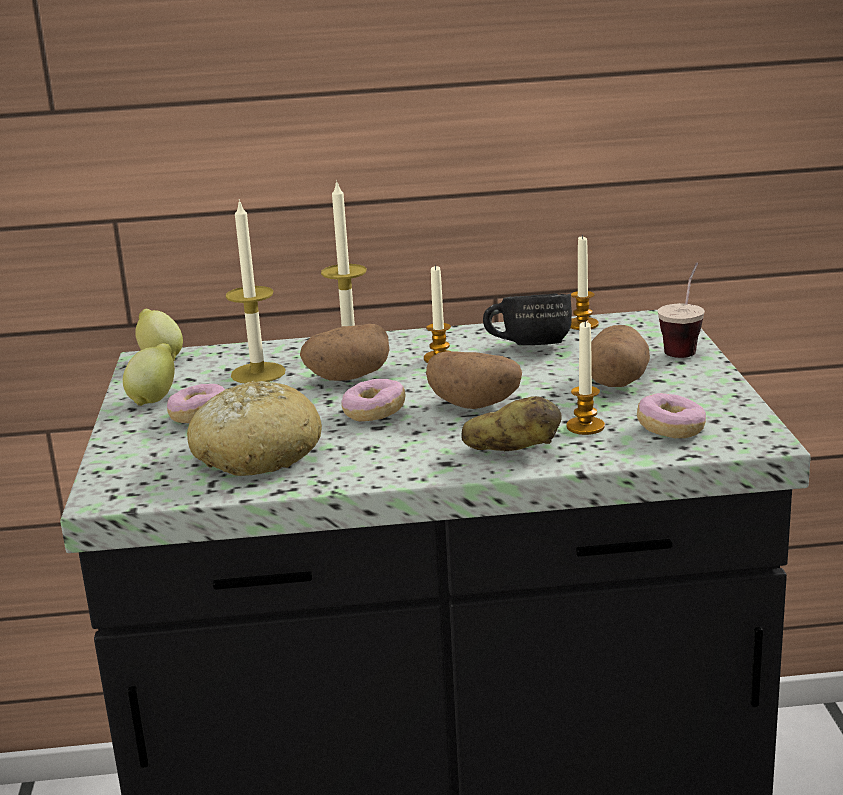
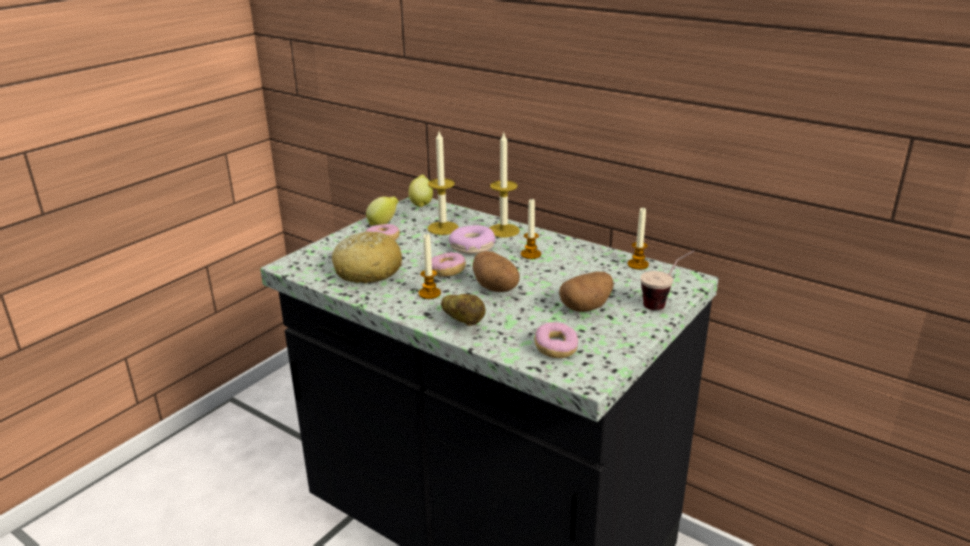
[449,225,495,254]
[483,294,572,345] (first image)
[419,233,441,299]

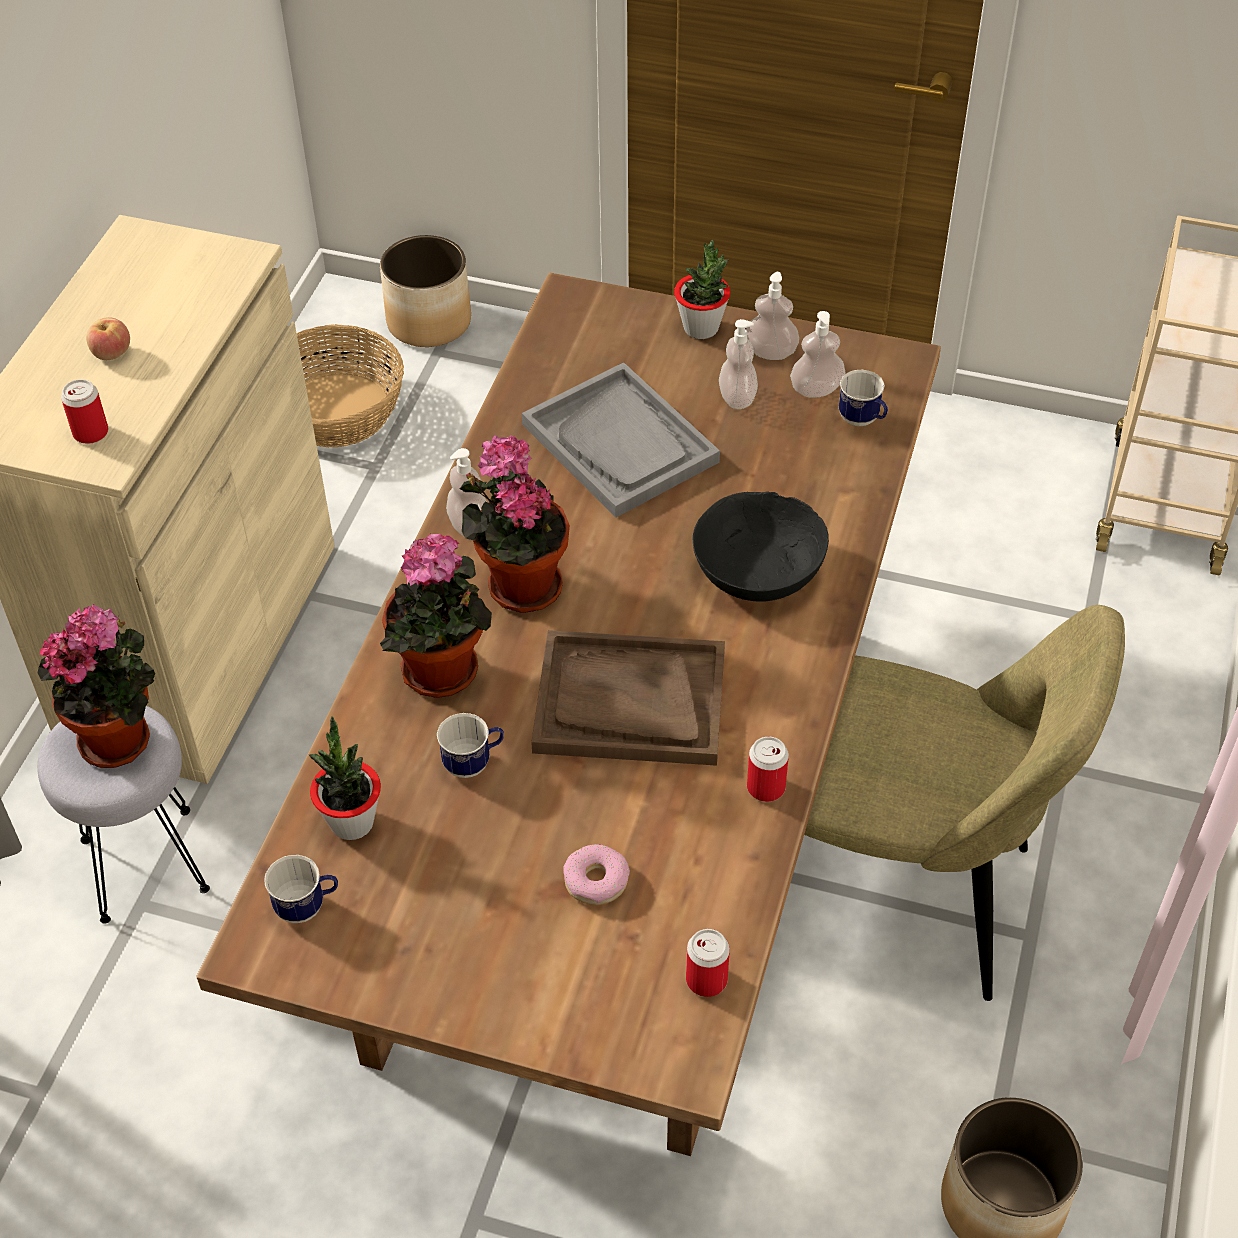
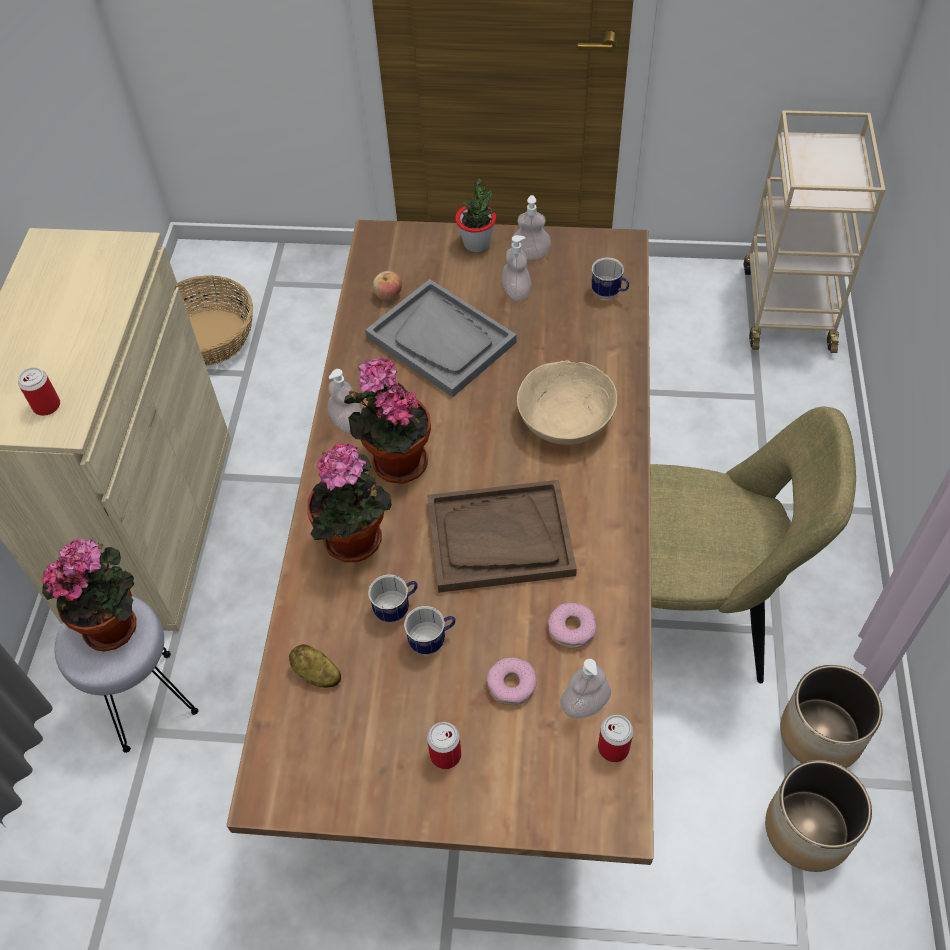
[373,271,402,301]
[404,606,456,655]
[289,644,341,688]
[780,665,883,768]
[517,360,617,445]
[427,722,461,769]
[560,659,611,718]
[548,602,596,649]

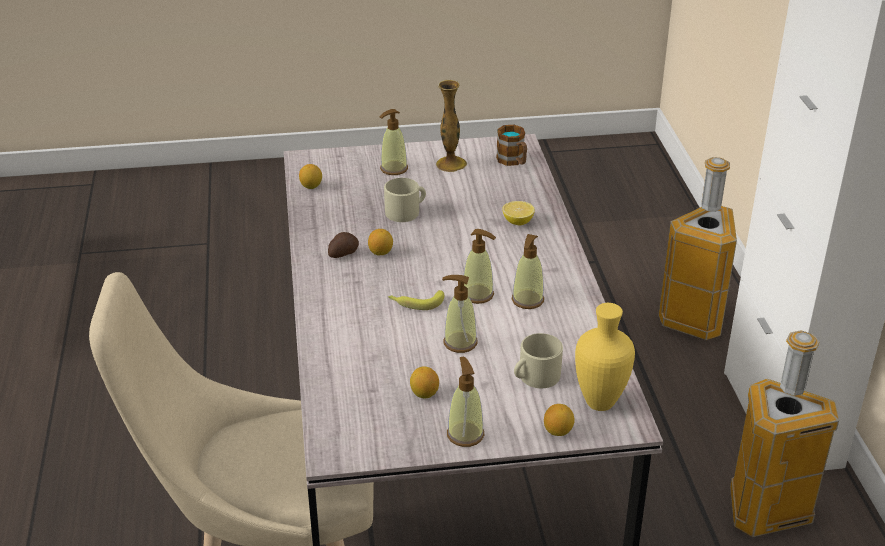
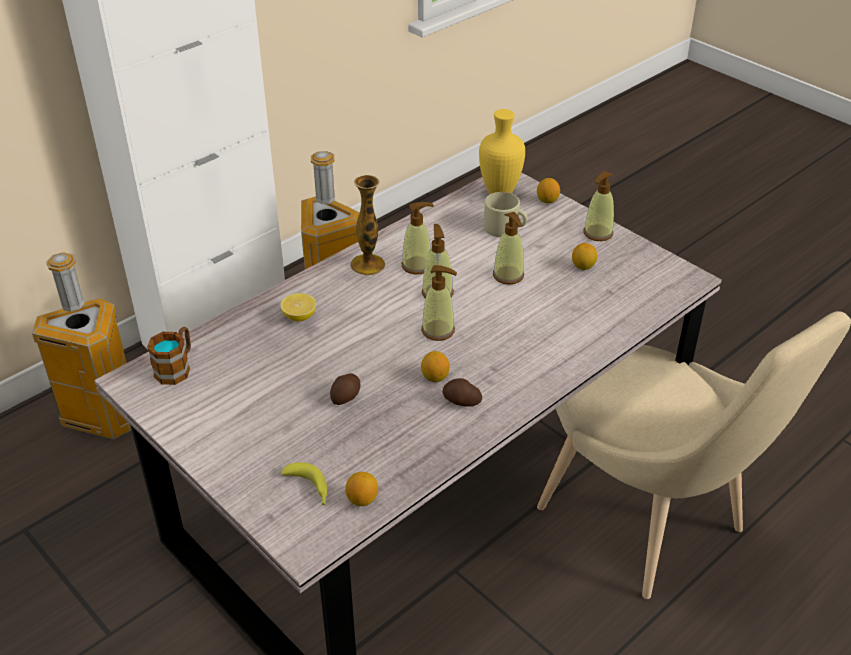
[421,265,457,341]
[330,373,360,405]
[281,462,328,505]
[350,175,385,275]

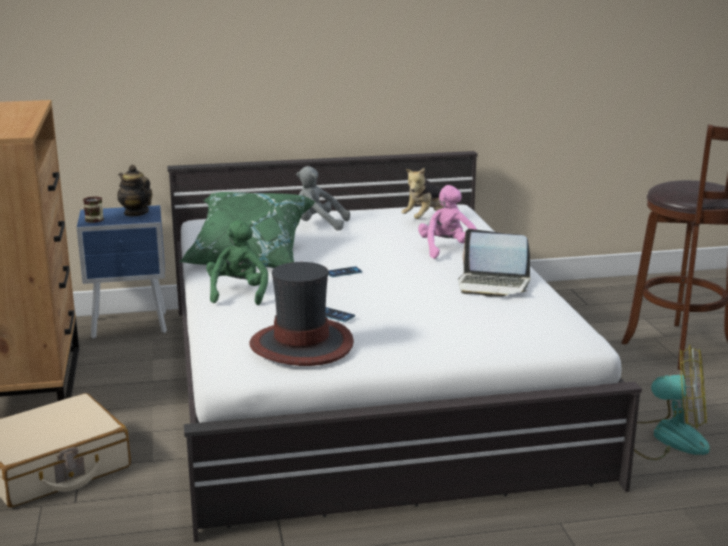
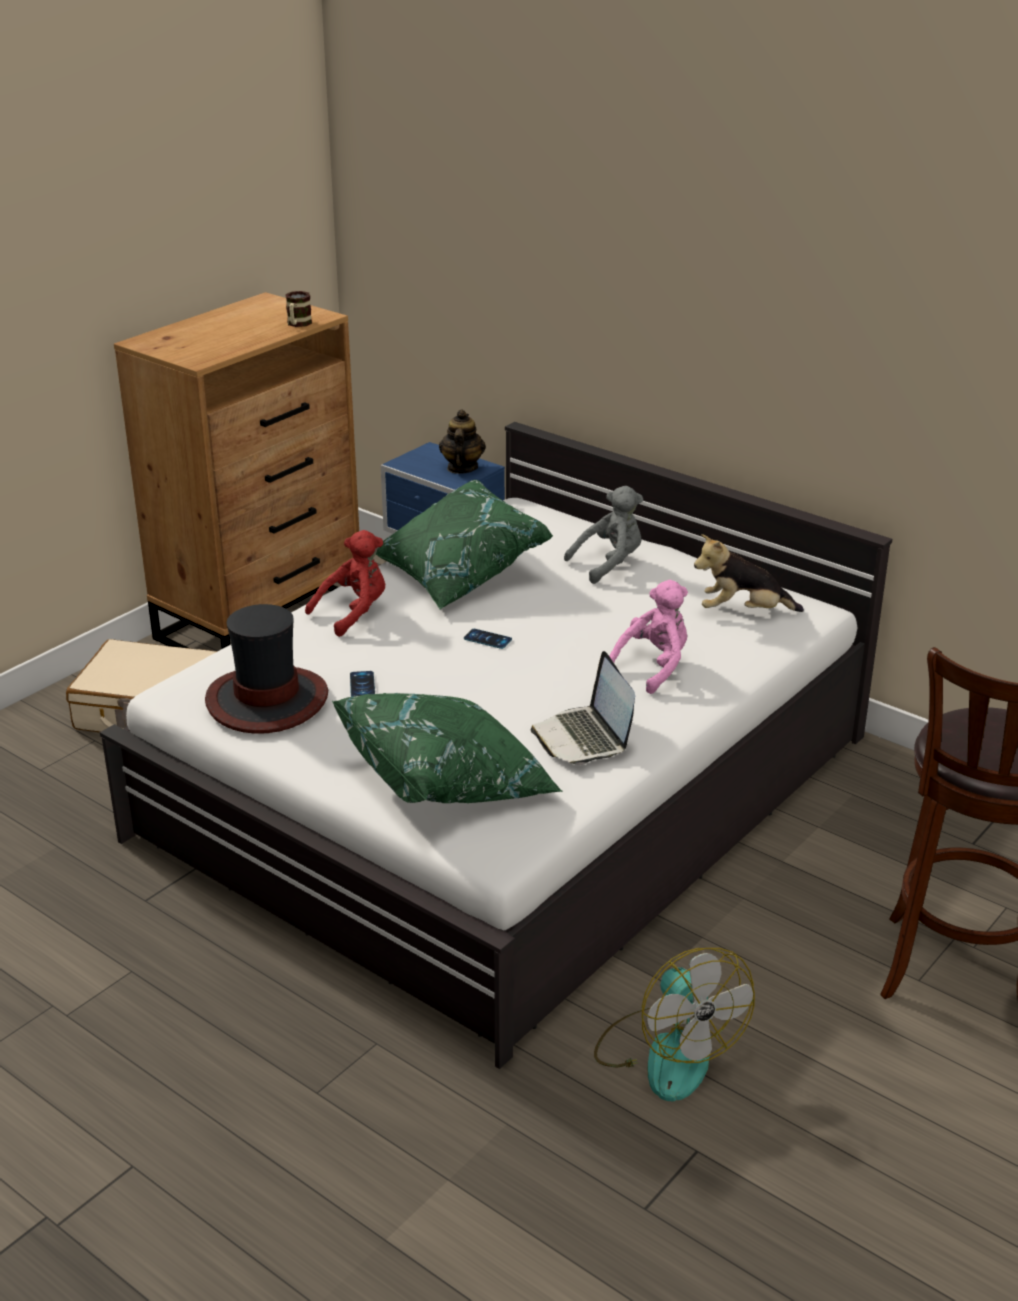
[285,291,312,327]
[305,530,385,637]
[564,486,643,584]
[332,693,563,803]

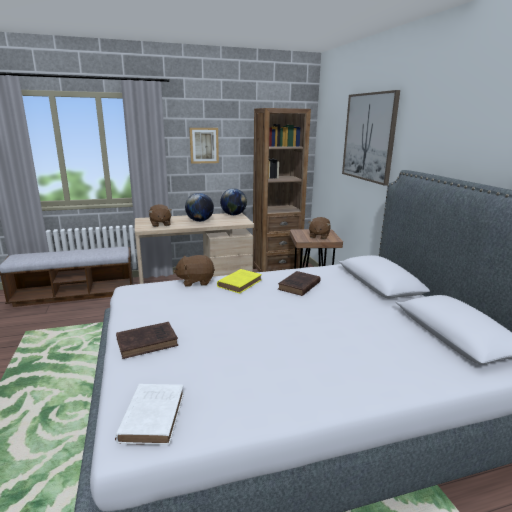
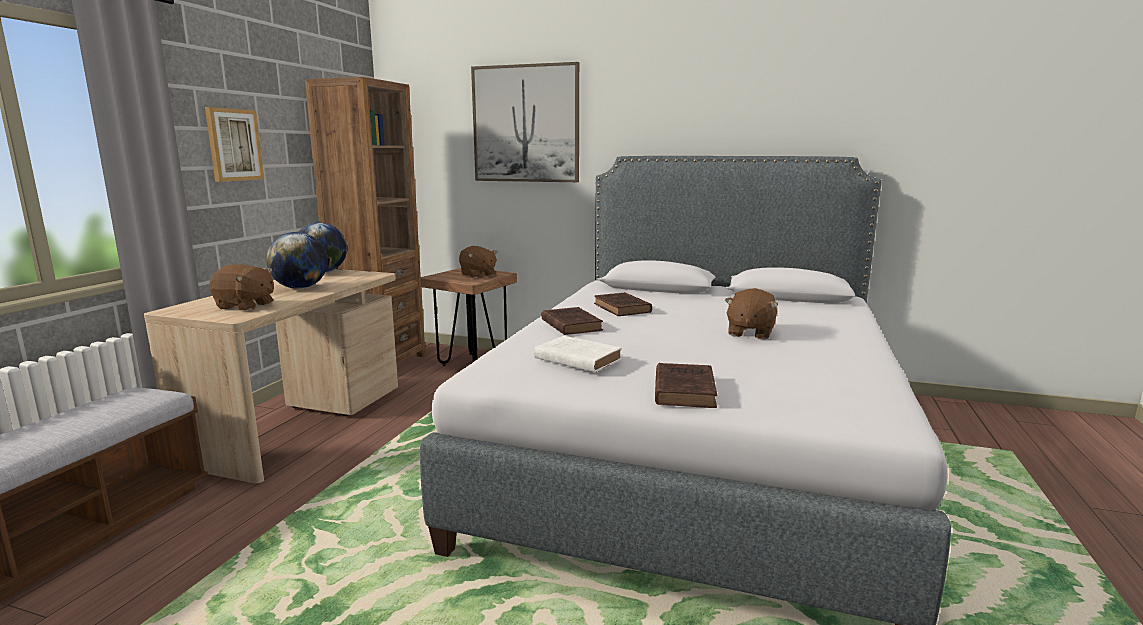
[534,336,622,372]
[725,288,778,340]
[541,307,603,335]

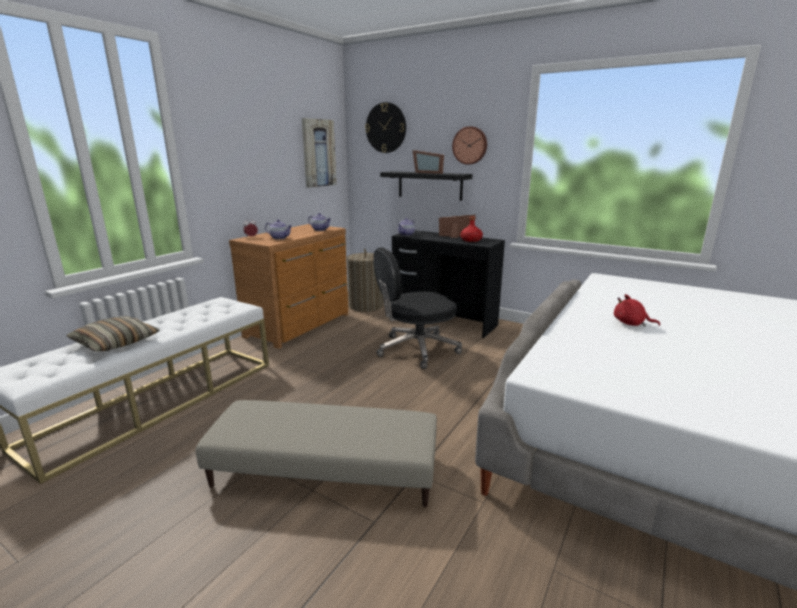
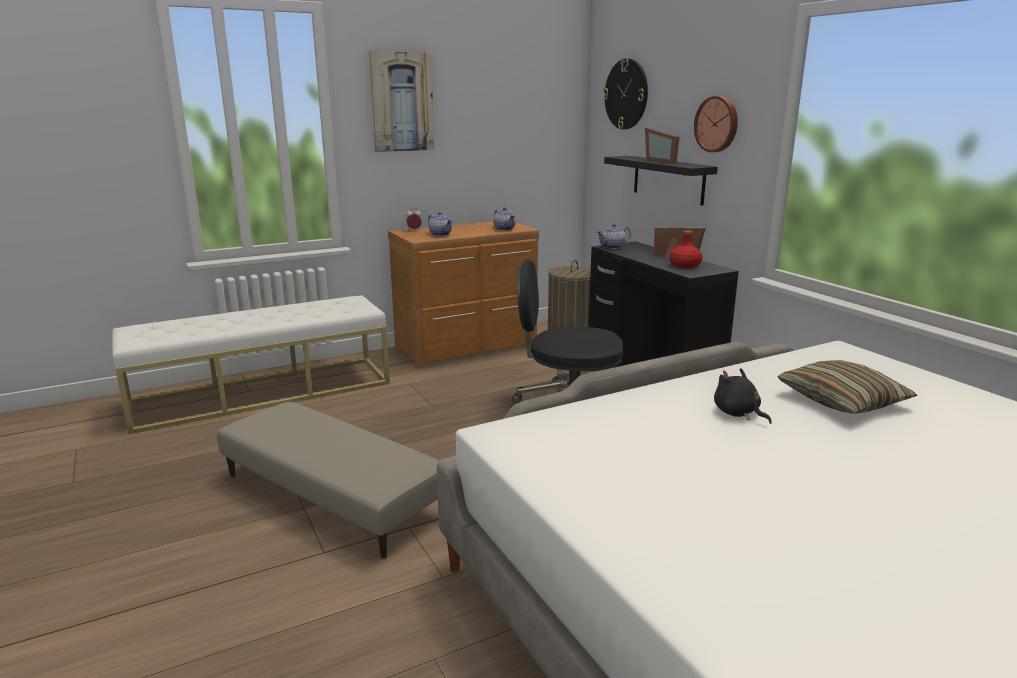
[777,360,918,414]
[369,51,434,152]
[714,368,772,424]

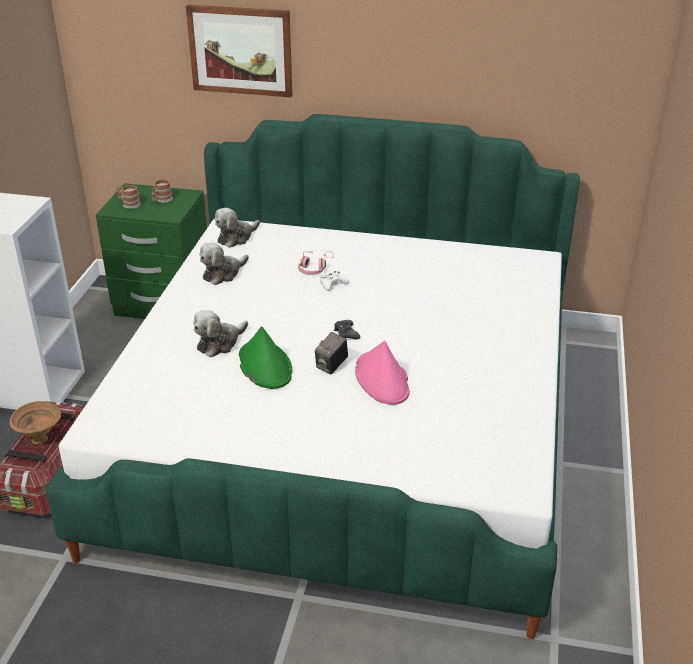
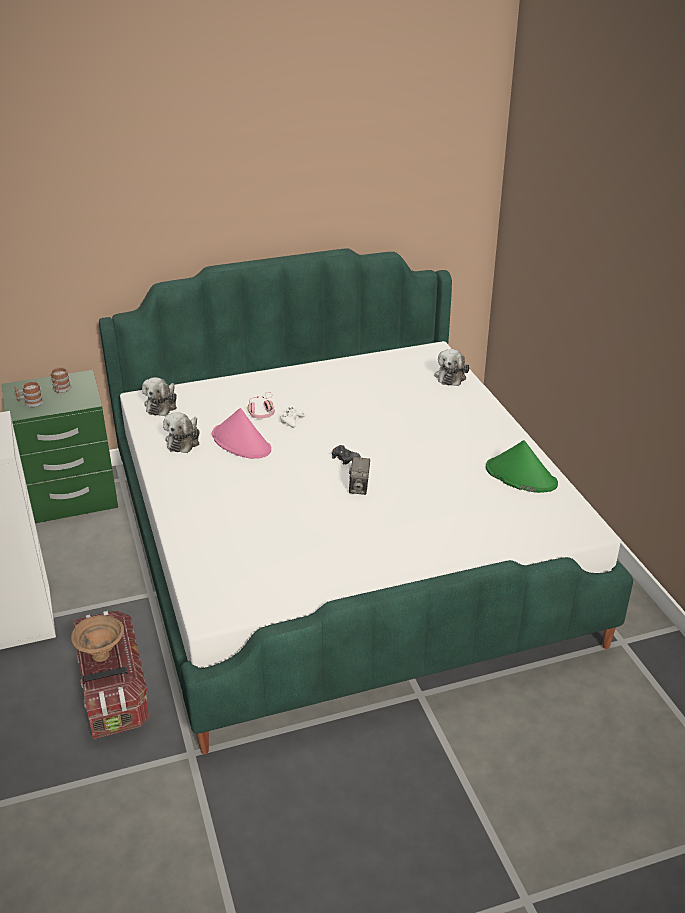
[186,5,292,97] (first image)
[434,349,469,386]
[486,440,558,493]
[212,408,271,459]

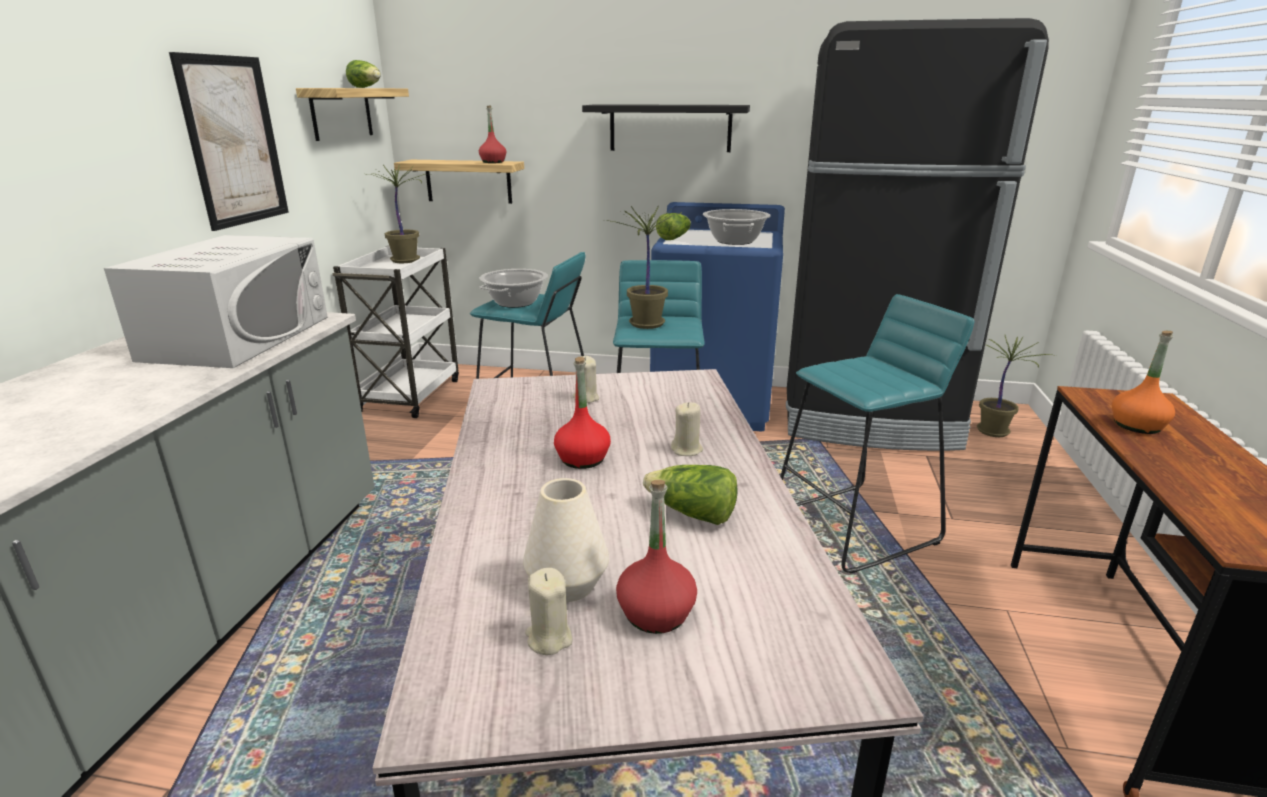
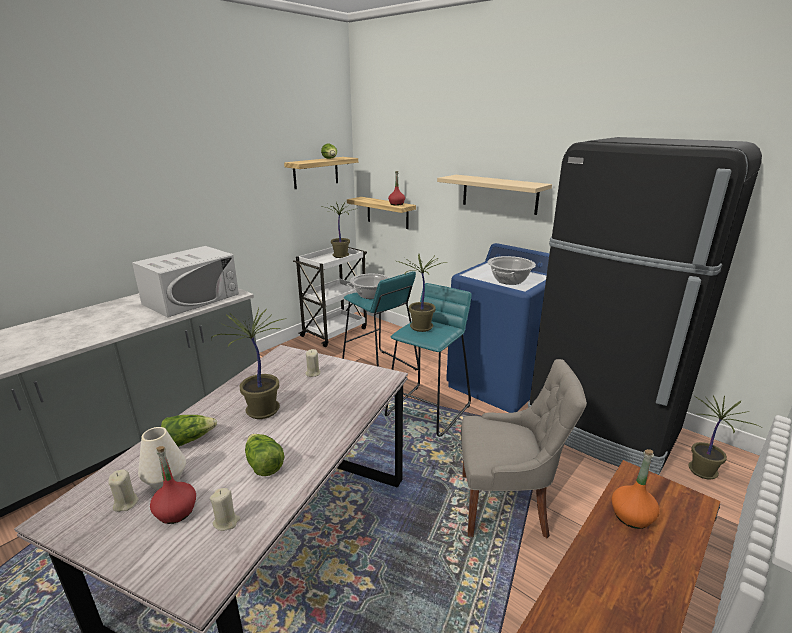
[169,52,289,231] (first image)
[211,308,286,419]
[437,175,552,215]
[161,415,217,447]
[210,488,240,531]
[461,359,587,538]

